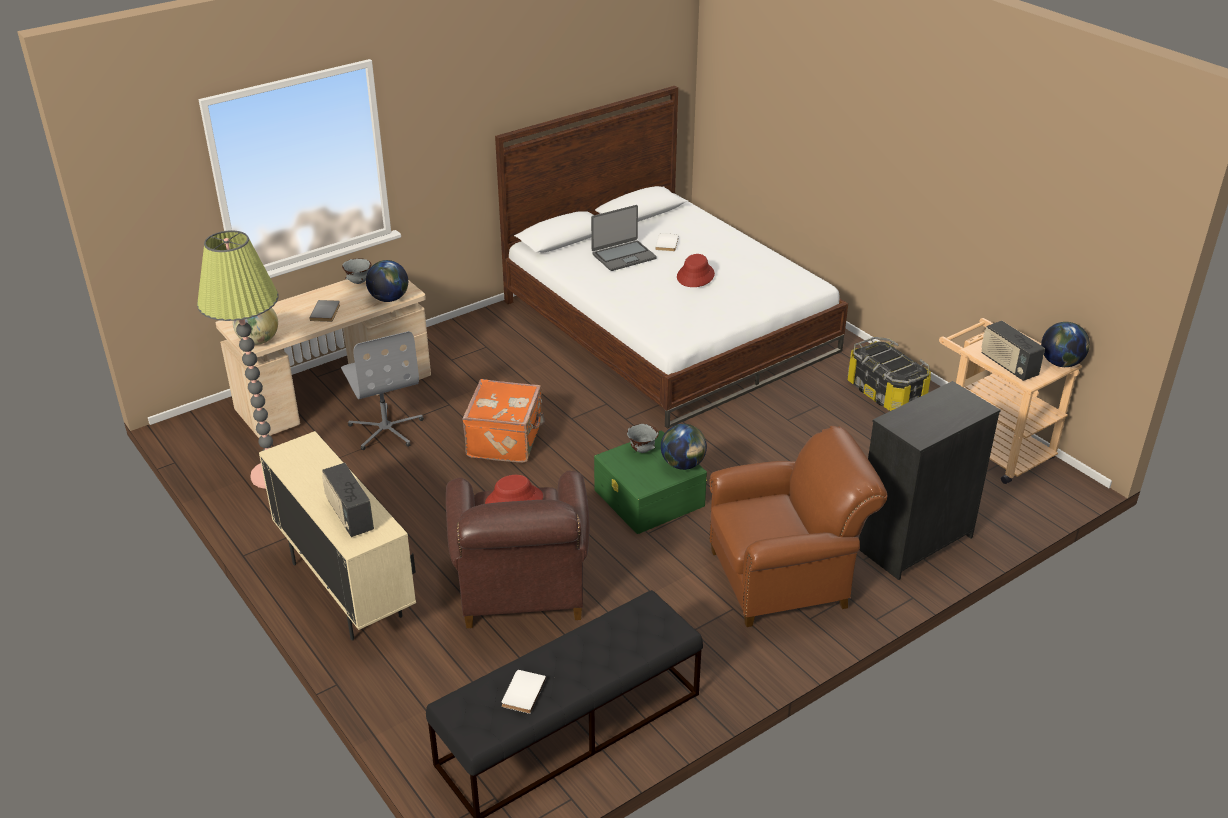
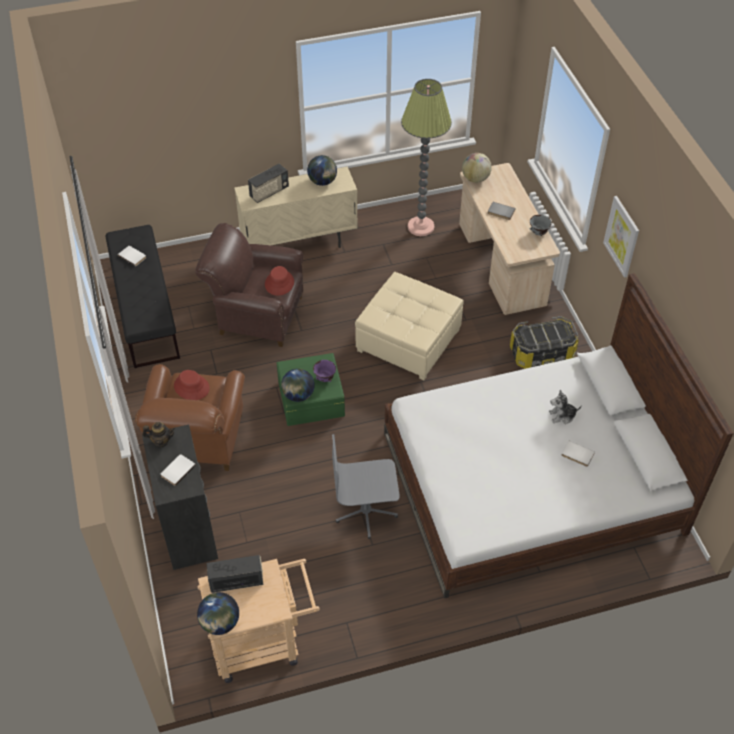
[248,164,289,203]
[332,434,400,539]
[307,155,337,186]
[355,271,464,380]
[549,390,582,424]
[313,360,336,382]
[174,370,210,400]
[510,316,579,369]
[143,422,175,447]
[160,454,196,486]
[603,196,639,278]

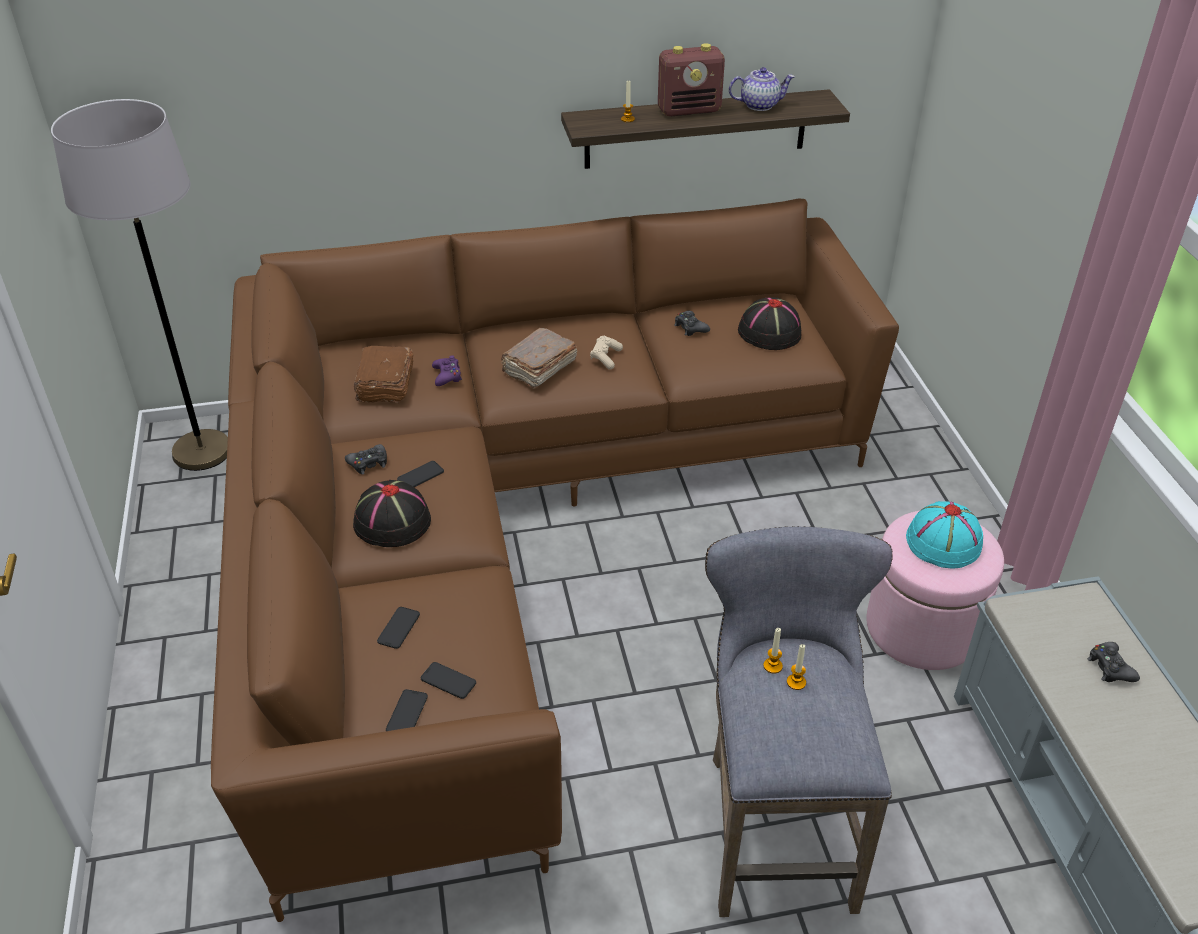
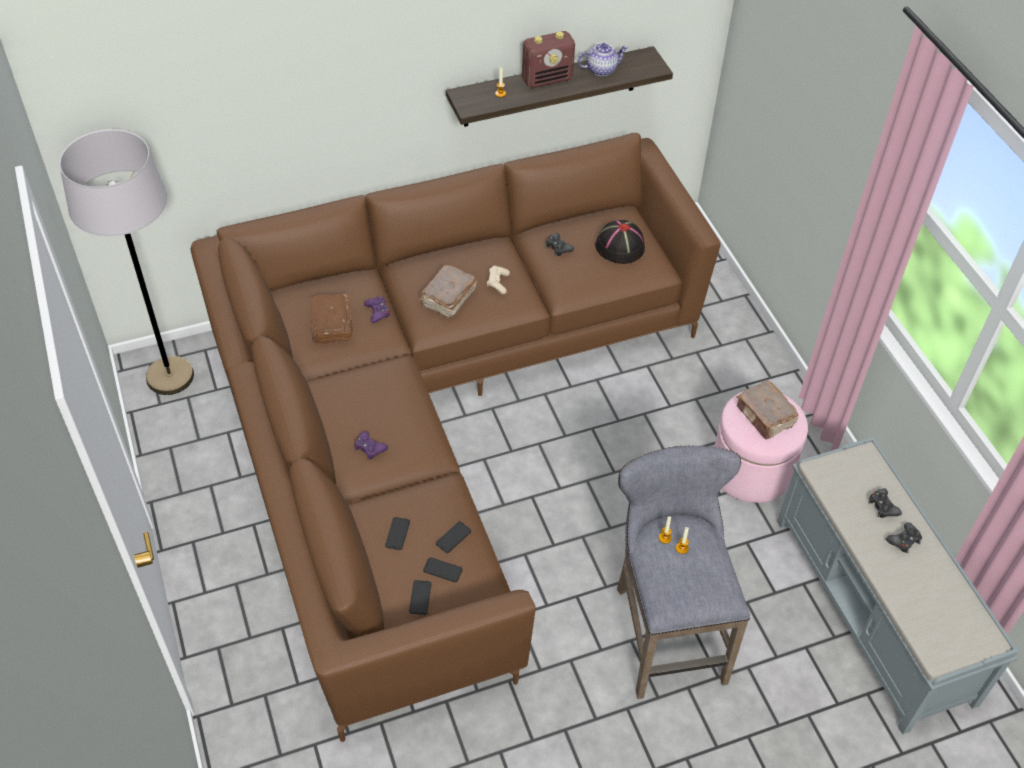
[886,522,922,553]
[354,431,388,460]
[436,522,471,553]
[736,381,799,439]

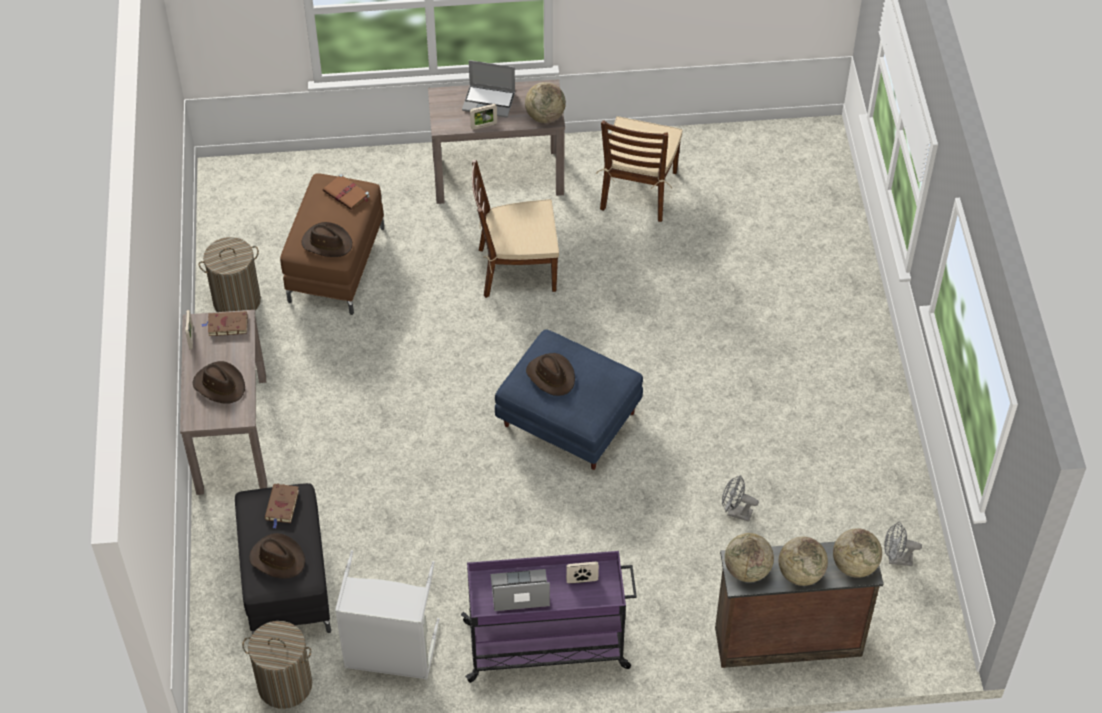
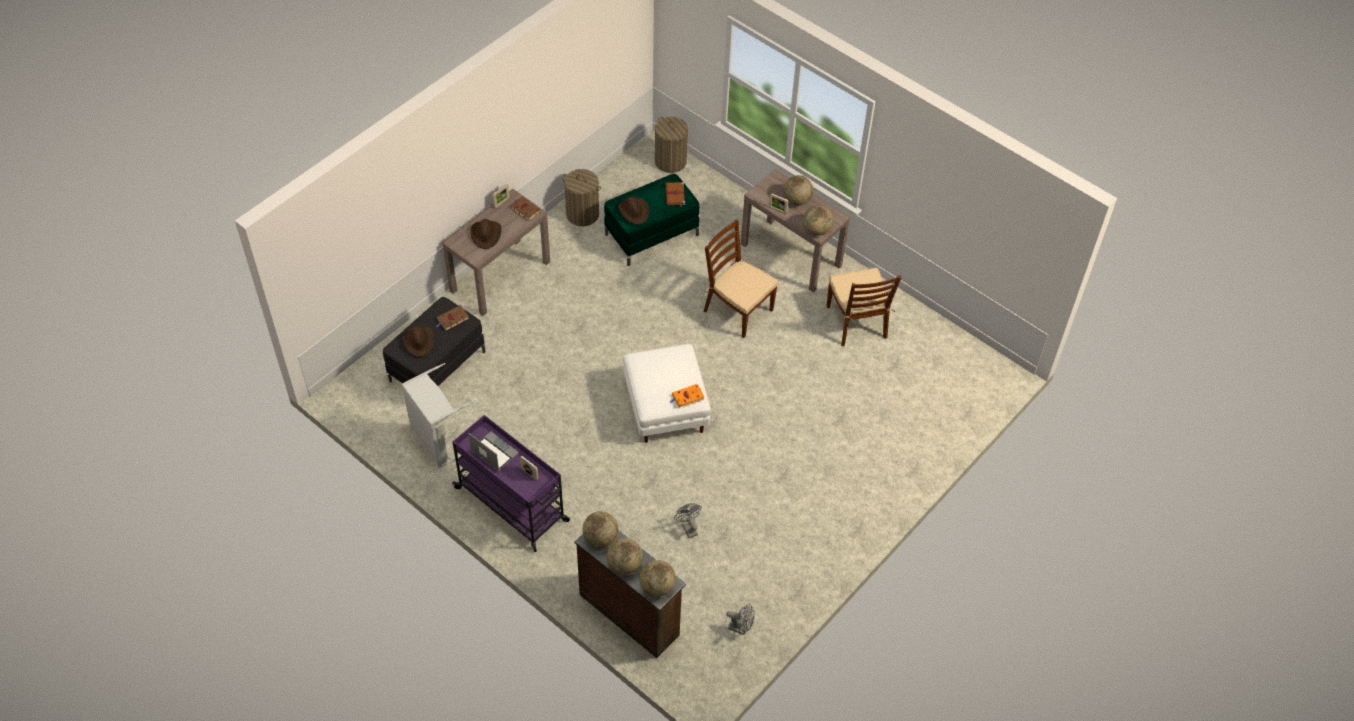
[655,117,688,173]
[604,174,700,266]
[784,175,813,205]
[623,344,711,443]
[526,353,575,396] (first image)
[826,268,902,346]
[726,604,755,635]
[669,384,704,408]

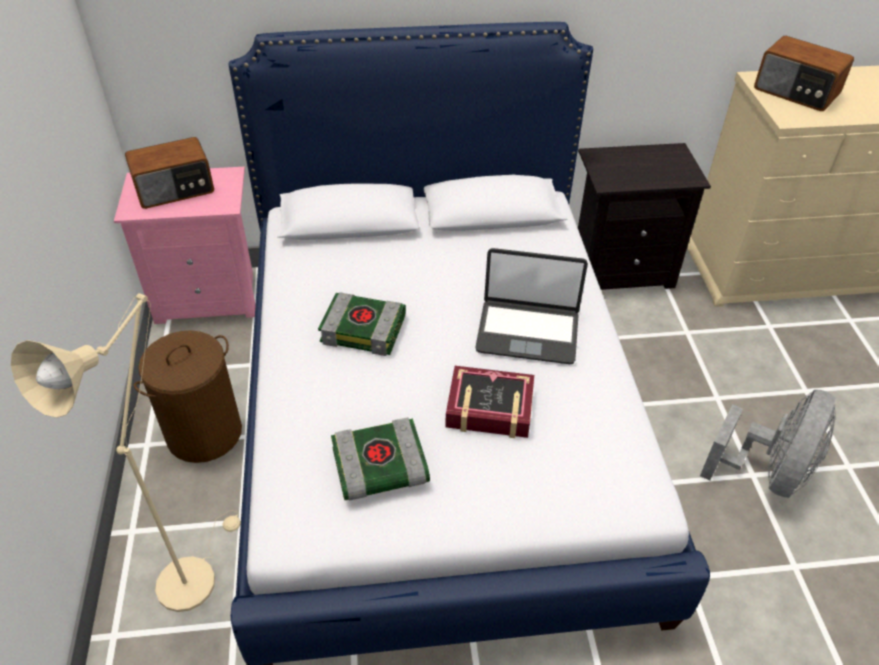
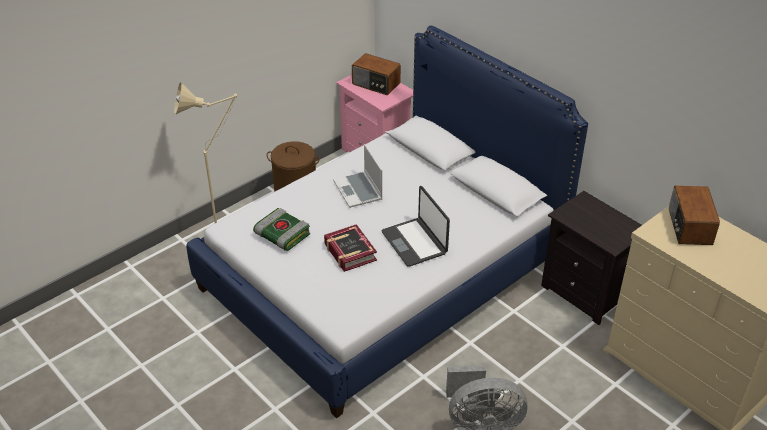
[333,144,382,208]

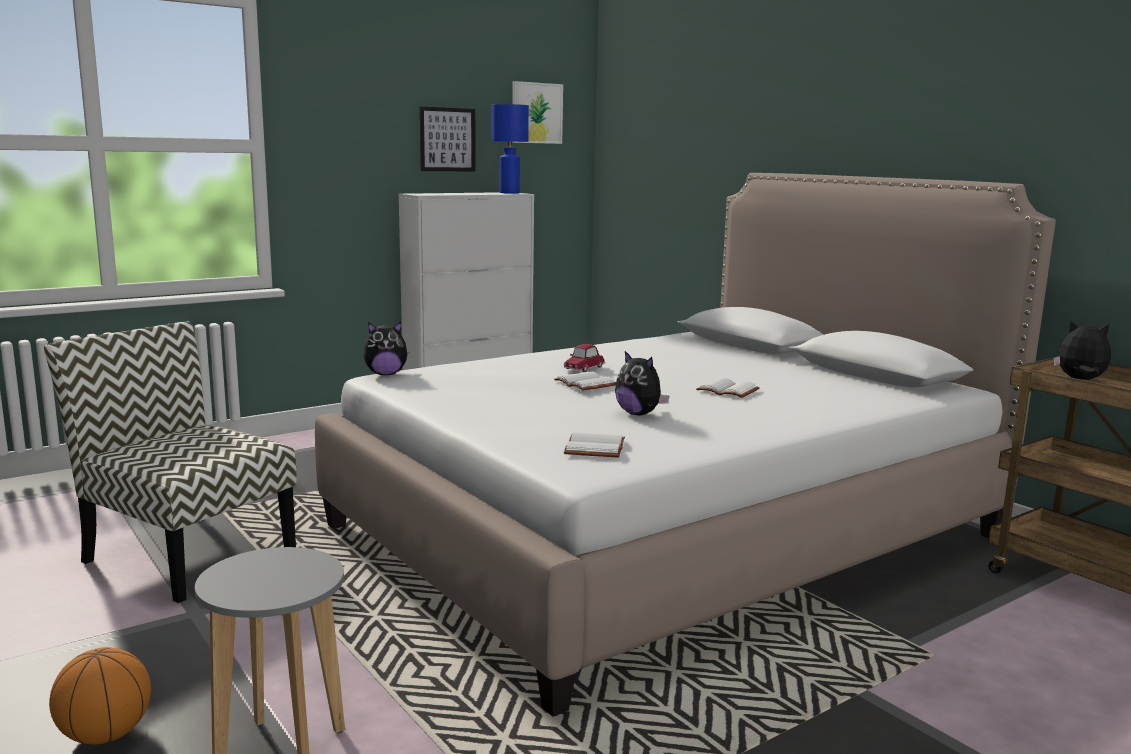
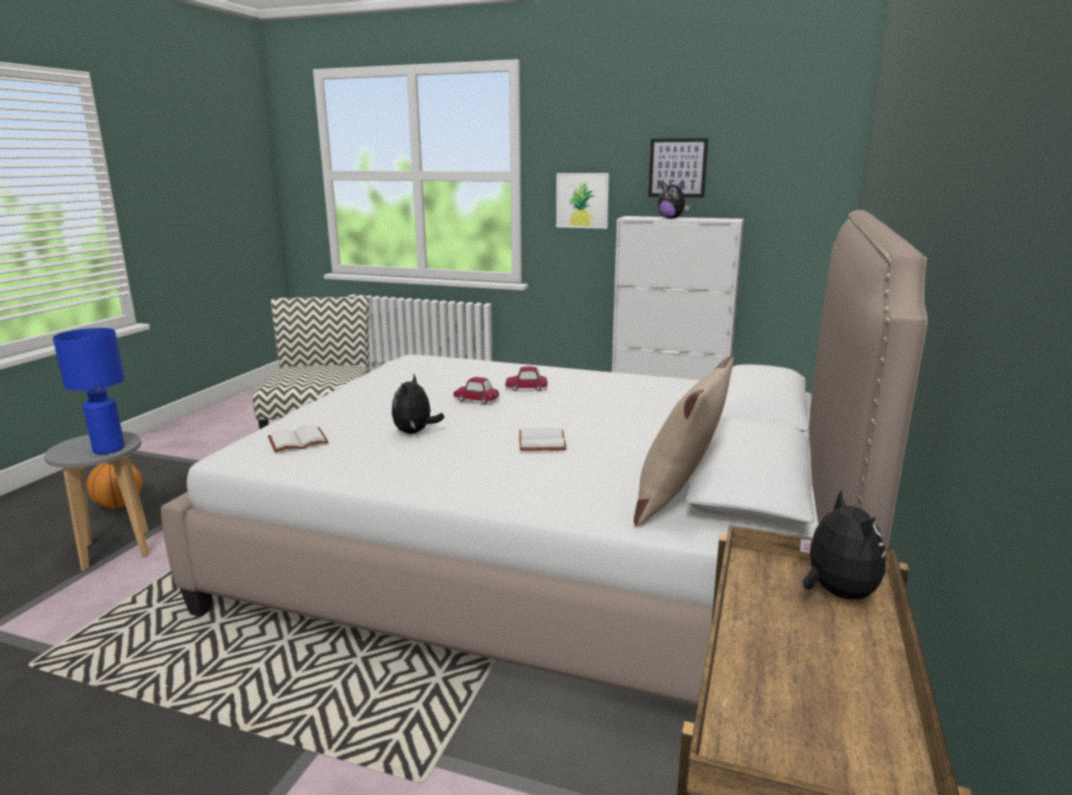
[658,182,690,219]
[53,328,125,454]
[556,173,609,229]
[453,377,500,404]
[634,356,734,526]

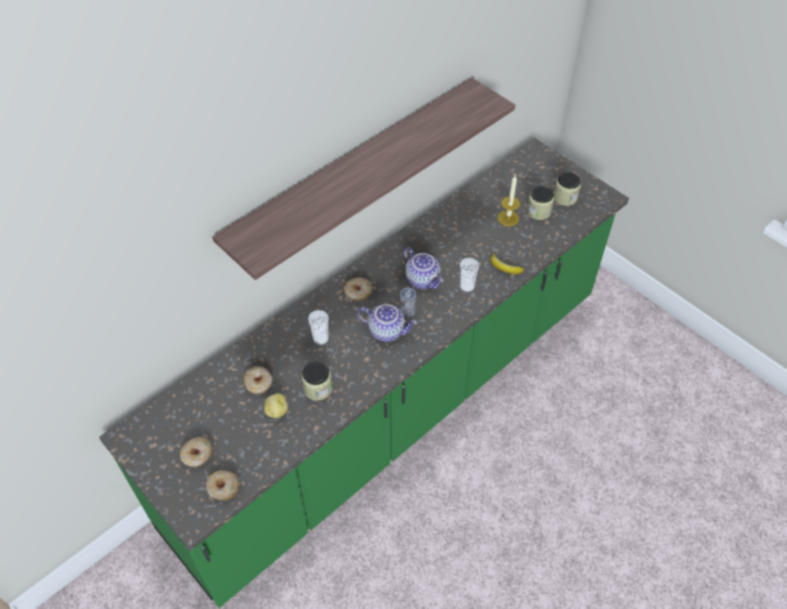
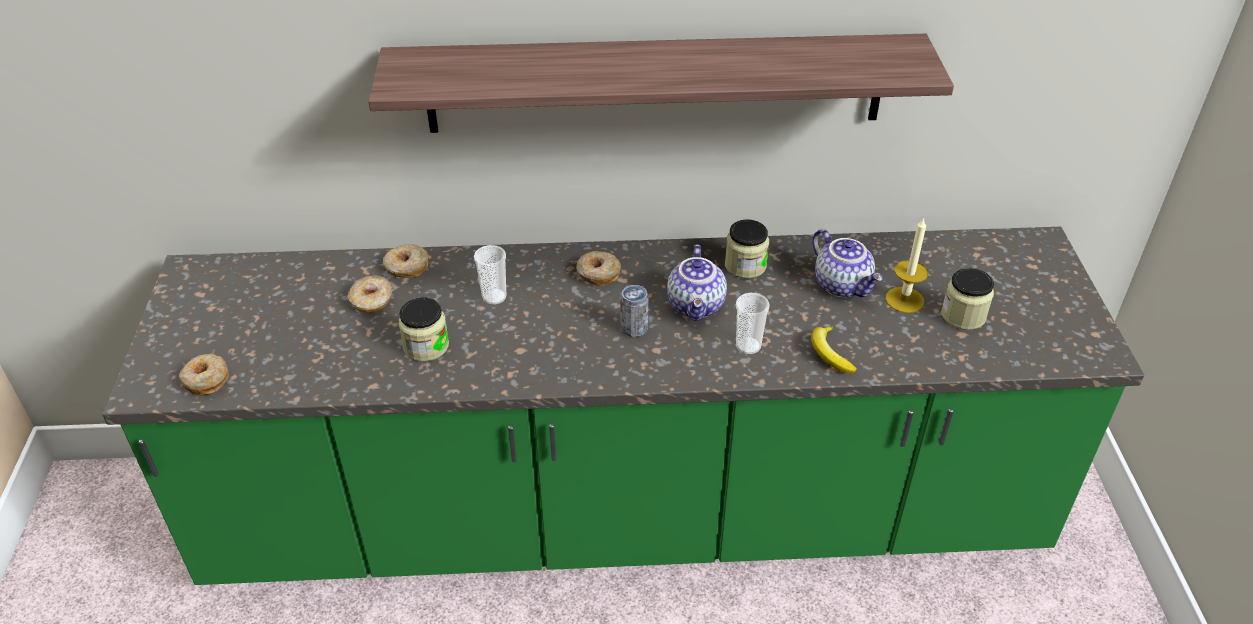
[383,244,429,278]
[264,393,288,418] (first image)
[812,229,883,298]
[725,219,769,279]

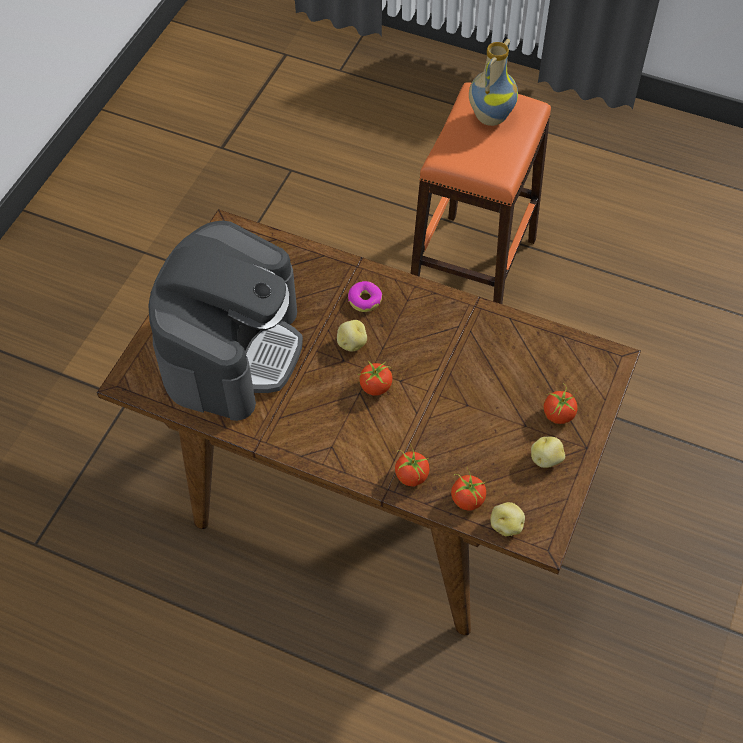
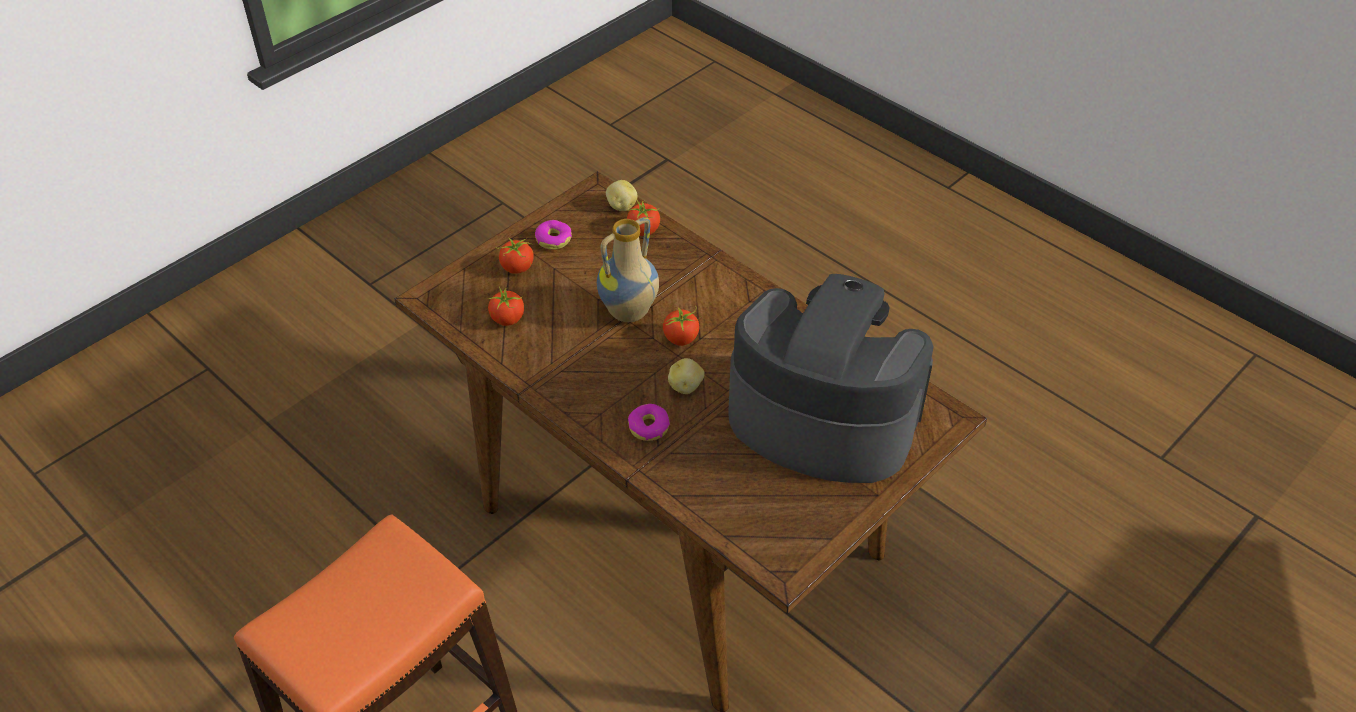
[728,274,933,483]
[487,286,524,326]
[597,217,659,322]
[535,220,572,250]

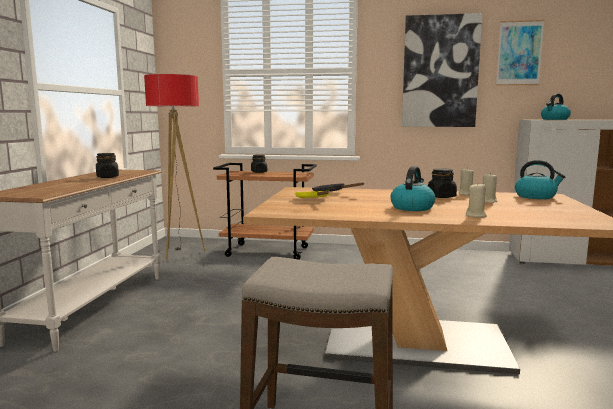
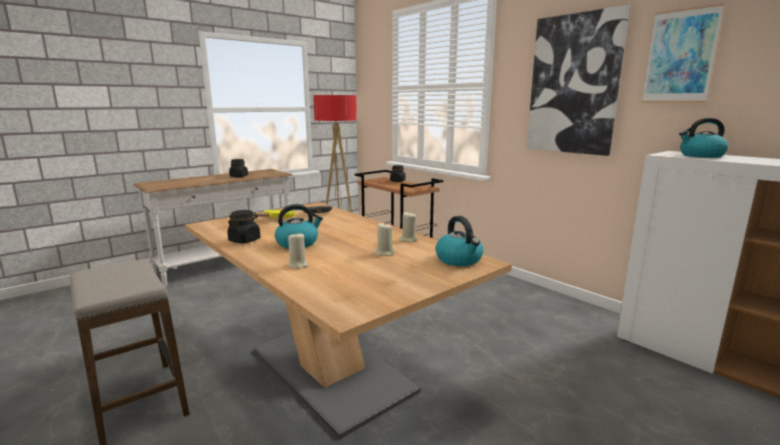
[227,210,261,243]

